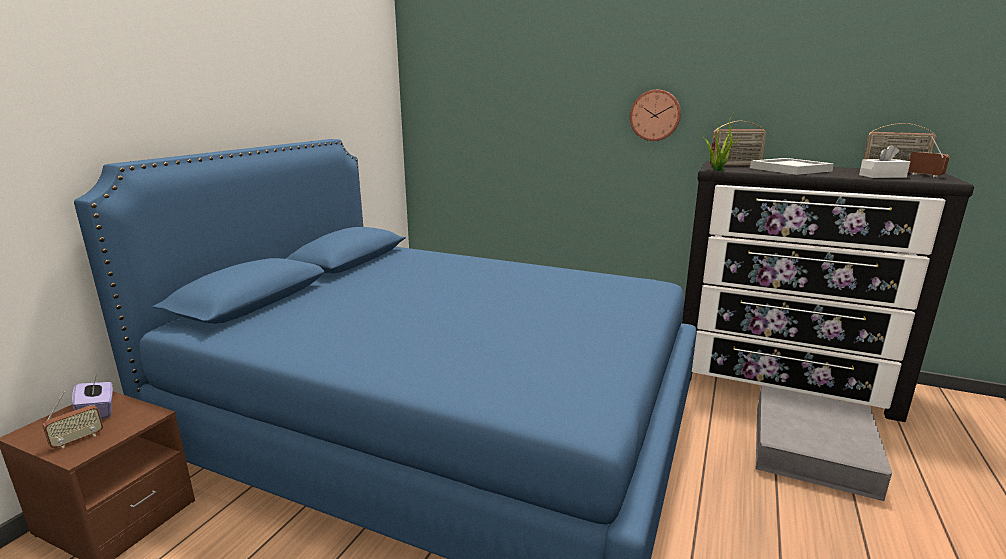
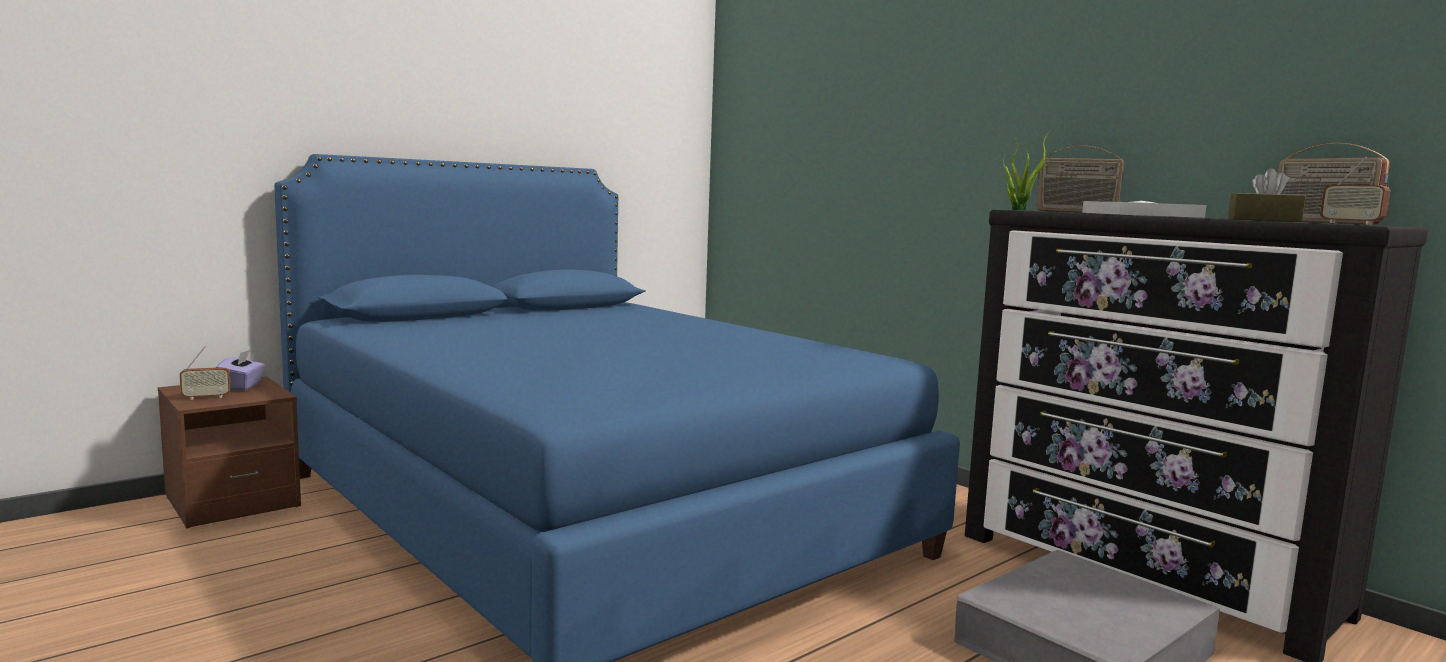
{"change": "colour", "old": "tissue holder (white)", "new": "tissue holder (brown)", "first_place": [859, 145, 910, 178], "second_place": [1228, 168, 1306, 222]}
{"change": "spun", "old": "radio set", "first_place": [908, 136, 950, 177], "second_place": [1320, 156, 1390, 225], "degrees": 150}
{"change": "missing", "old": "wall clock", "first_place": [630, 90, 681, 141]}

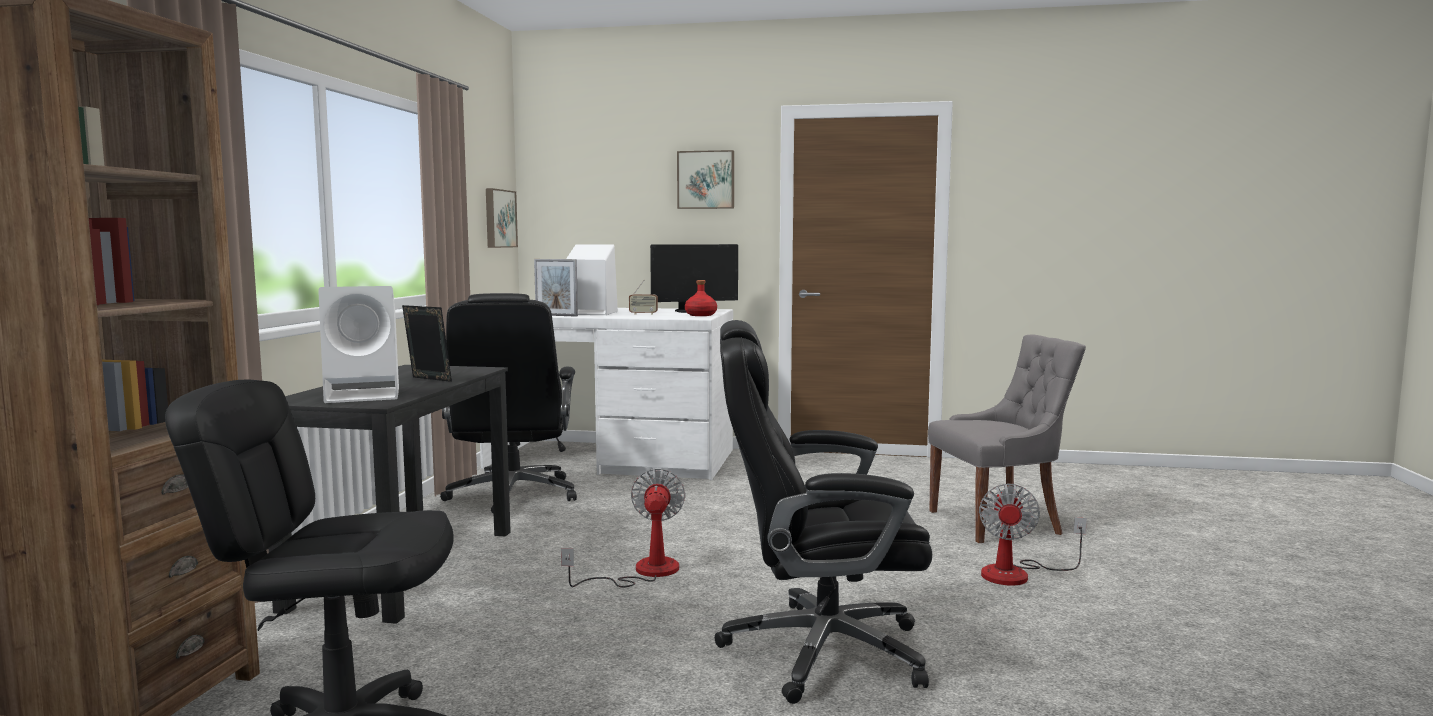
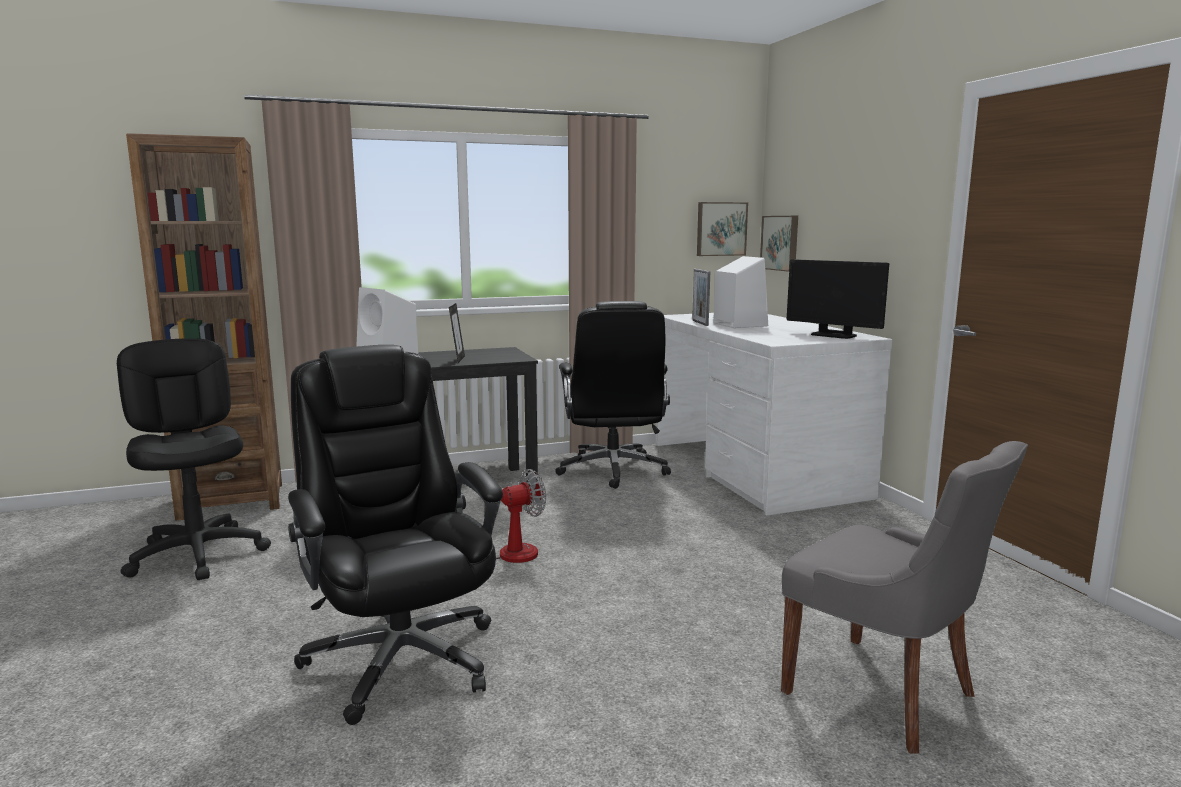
{"change": "spun", "old": "desk chair (black-coloured)", "first_place": [440, 293, 577, 514], "second_place": [555, 301, 671, 489], "degrees": -60}
{"change": "relocated", "old": "wall picture", "first_place": [677, 150, 734, 209], "second_place": [760, 216, 798, 272]}
{"change": "missing", "old": "radio set", "first_place": [629, 280, 658, 315]}
{"change": "missing", "old": "drink bottle (reddish)", "first_place": [685, 280, 717, 316]}
{"change": "missing", "old": "electric fan", "first_place": [979, 484, 1087, 586]}

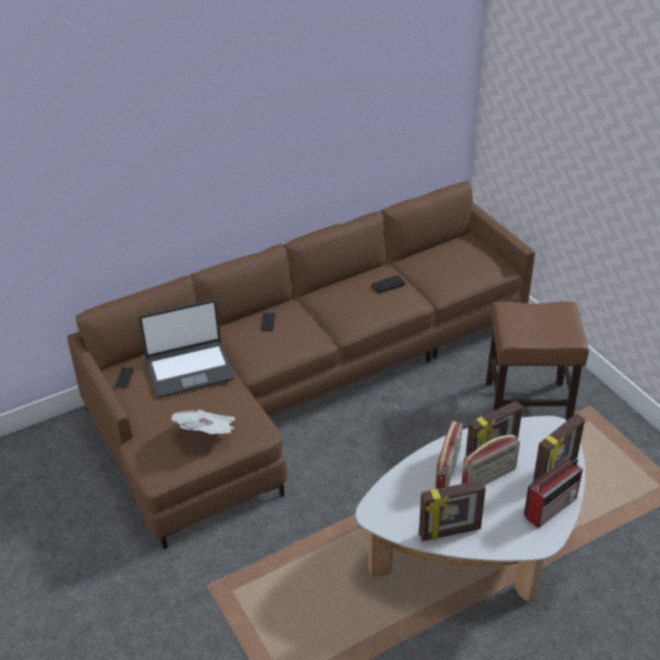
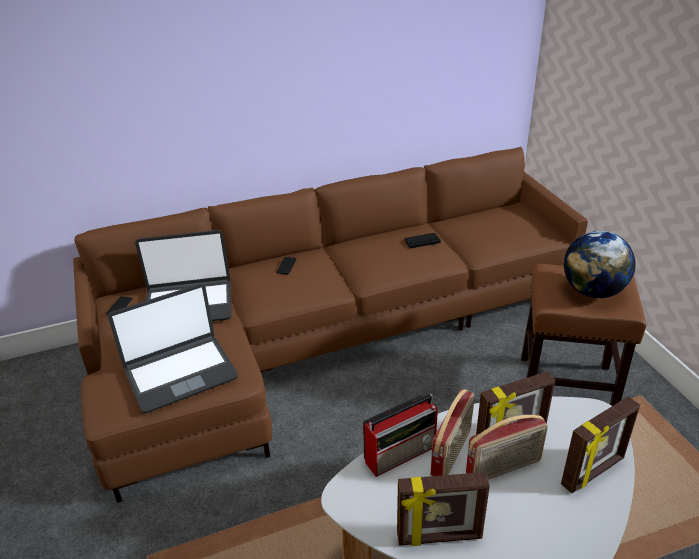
{"change": "exchanged", "old": "daily paper", "new": "laptop", "first_place": [172, 410, 235, 434], "second_place": [108, 284, 238, 413]}
{"change": "relocated", "old": "radio set", "first_place": [524, 458, 583, 529], "second_place": [363, 394, 438, 477]}
{"change": "appeared", "new": "desk globe", "second_place": [564, 231, 636, 298]}

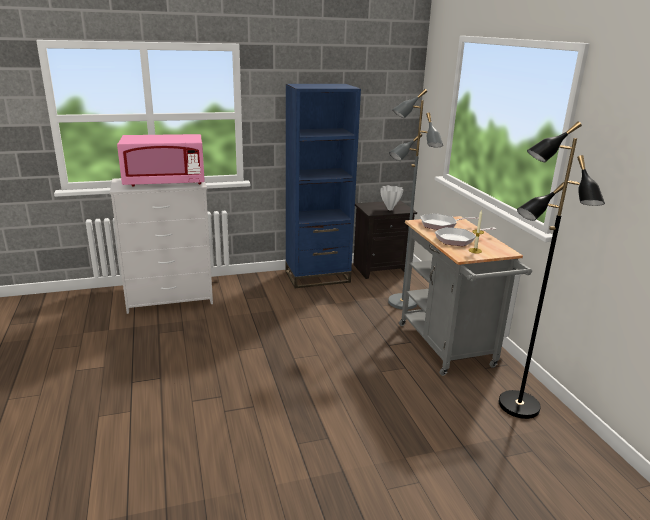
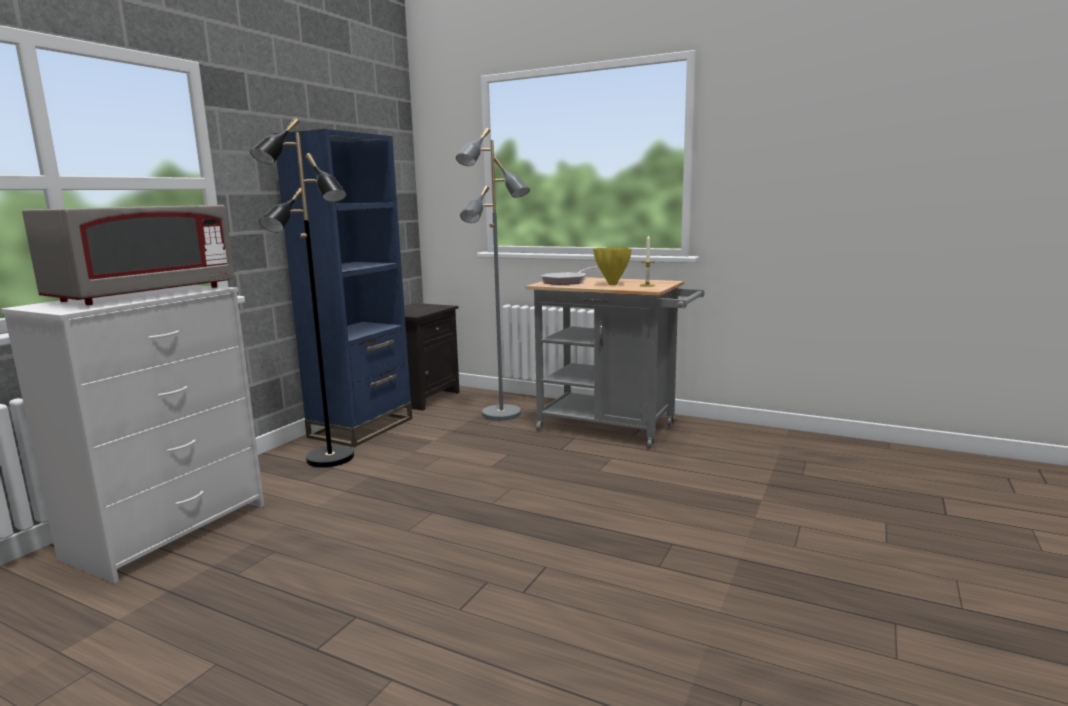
{"change": "colour", "old": "kitchen microwave (pink)", "new": "kitchen microwave (greyish)", "first_place": [117, 134, 205, 186], "second_place": [22, 205, 235, 305]}
{"change": "relocated", "old": "standing lamp (black-coloured)", "first_place": [499, 121, 605, 419], "second_place": [250, 118, 354, 468]}
{"change": "exchanged", "old": "pan", "new": "decorative vase (yellow-coloured)", "first_place": [435, 227, 496, 246], "second_place": [593, 247, 632, 285]}
{"change": "missing", "old": "decorative vase (white)", "first_place": [380, 185, 404, 210]}

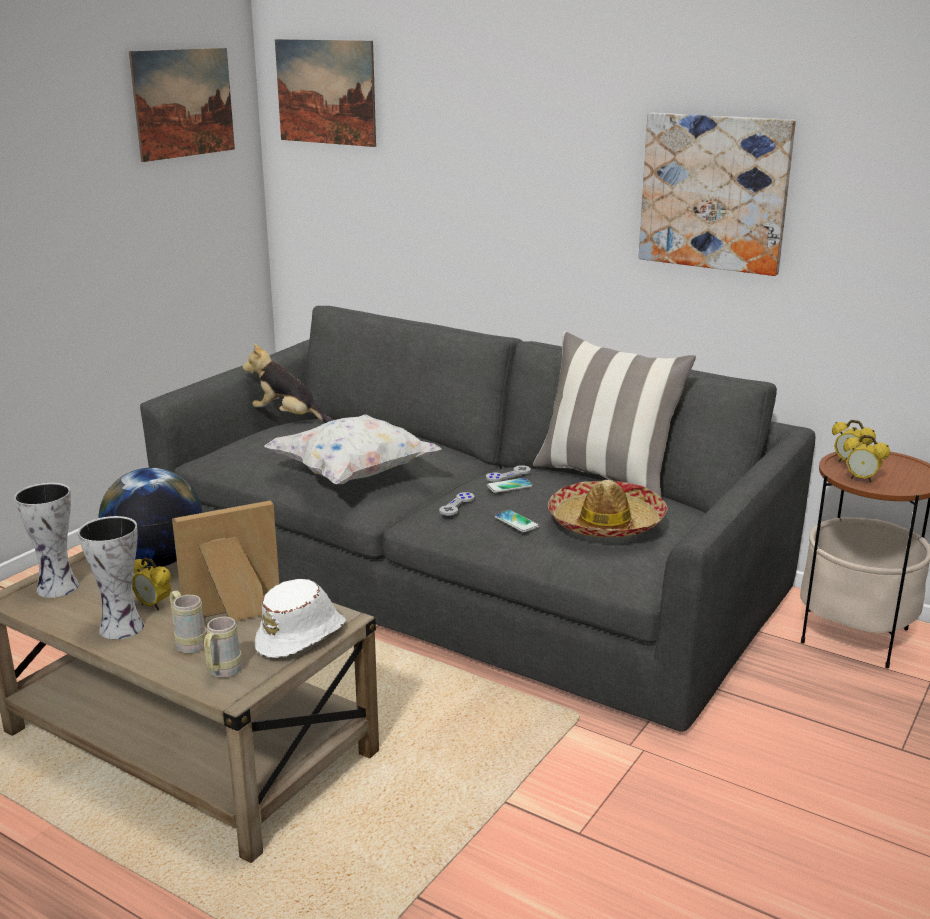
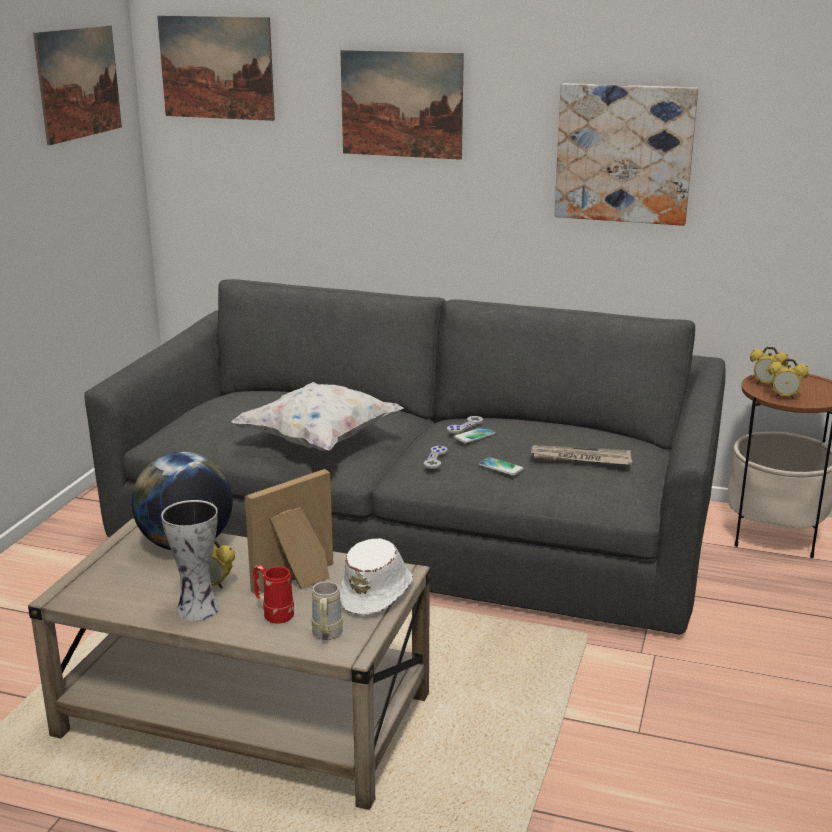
{"change": "colour", "old": "coffee mug (beige)", "new": "coffee mug (reddish)", "first_place": [170, 591, 207, 654], "second_place": [253, 565, 294, 624]}
{"change": "appeared", "new": "wall picture", "second_place": [340, 50, 464, 160]}
{"change": "exchanged", "old": "clothing hat", "new": "daily paper", "first_place": [548, 480, 668, 538], "second_place": [531, 445, 632, 465]}
{"change": "missing", "old": "decorative vase", "first_place": [14, 483, 79, 598]}
{"change": "missing", "old": "plush toy", "first_place": [242, 344, 333, 423]}
{"change": "missing", "old": "cushion", "first_place": [533, 331, 696, 498]}

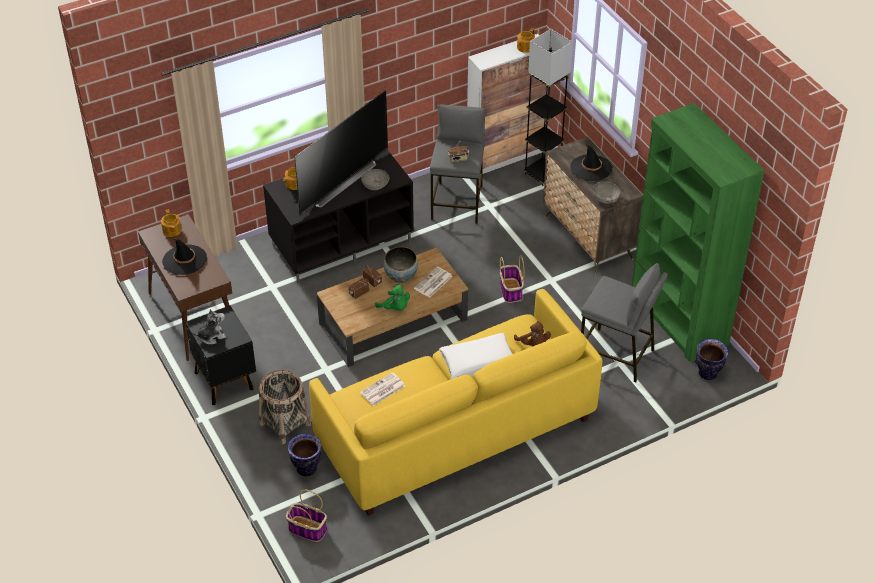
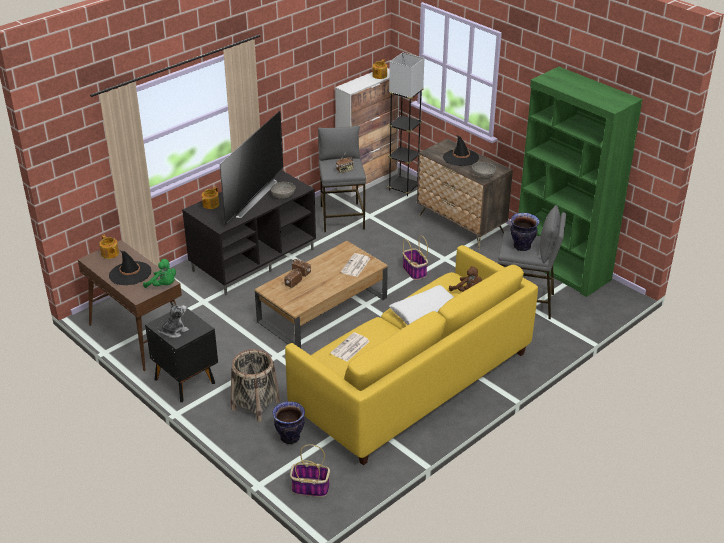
{"change": "relocated", "old": "plush toy (green)", "first_place": [375, 284, 410, 311], "second_place": [143, 259, 176, 288]}
{"change": "relocated", "old": "decorative vase", "first_place": [695, 339, 728, 380], "second_place": [510, 213, 540, 251]}
{"change": "missing", "old": "bowl", "first_place": [384, 247, 418, 283]}

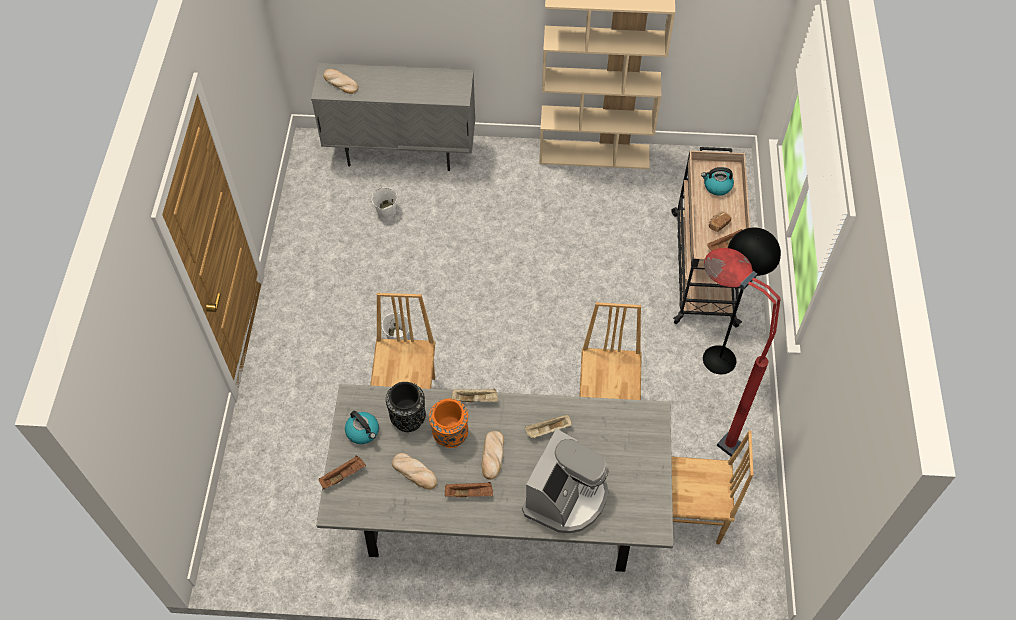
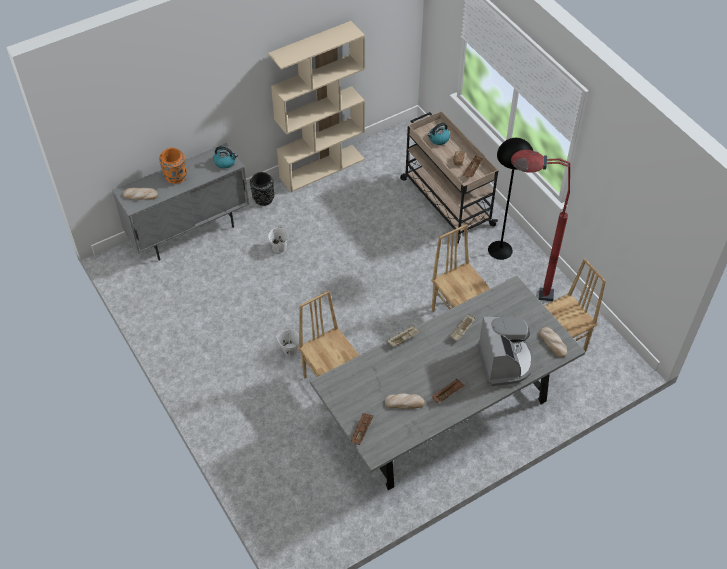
{"change": "relocated", "old": "decorative vase (orange-coloured)", "first_place": [429, 398, 468, 448], "second_place": [159, 147, 187, 184]}
{"change": "relocated", "old": "tea kettle", "first_place": [345, 411, 379, 444], "second_place": [213, 146, 238, 169]}
{"change": "relocated", "old": "decorative vase (black-coloured)", "first_place": [386, 382, 426, 432], "second_place": [250, 172, 274, 206]}
{"change": "relocated", "old": "water bucket (white)", "first_place": [371, 187, 398, 219], "second_place": [268, 227, 289, 253]}
{"change": "relocated", "old": "bakery bread", "first_place": [481, 431, 504, 480], "second_place": [539, 327, 567, 357]}

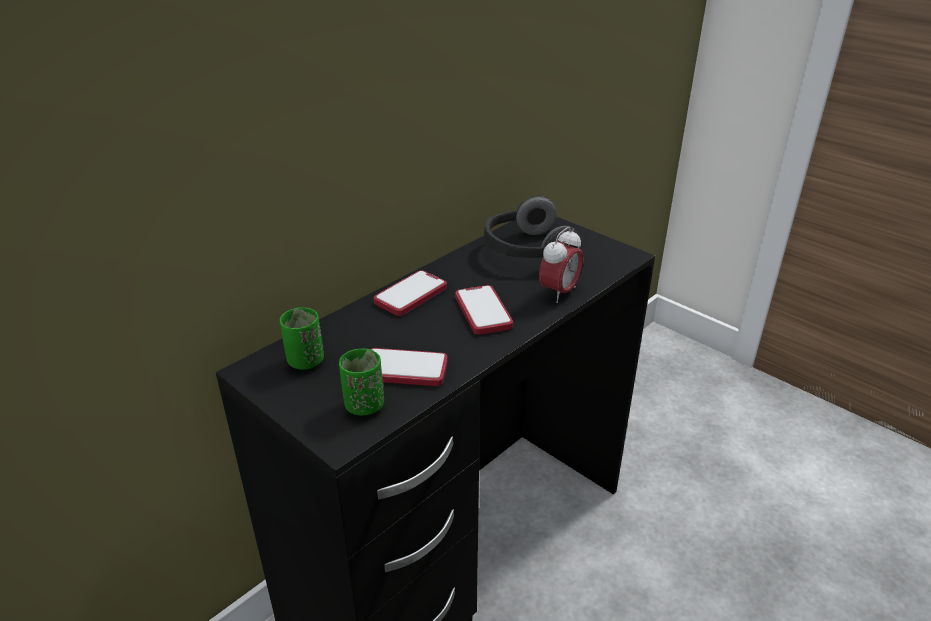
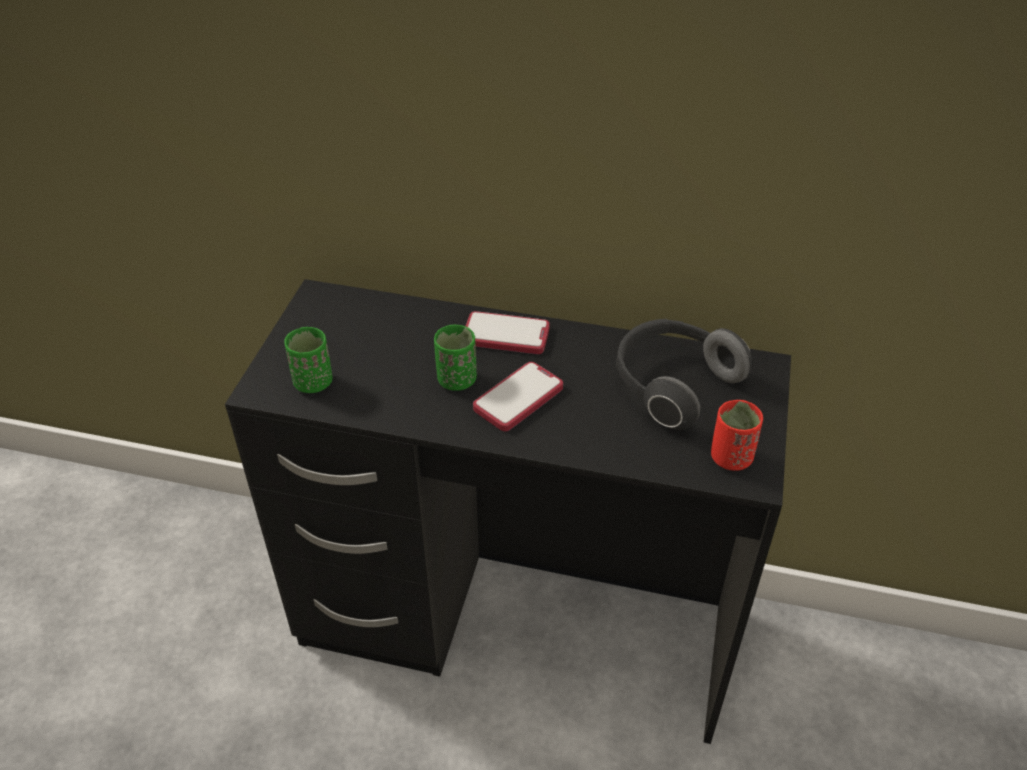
{"change": "relocated", "old": "small cup (green)", "first_place": [279, 307, 324, 370], "second_place": [434, 324, 477, 391]}
{"change": "appeared", "new": "small cup (reddish)", "second_place": [711, 400, 763, 471]}
{"change": "missing", "old": "handset", "first_place": [371, 348, 448, 386]}
{"change": "missing", "old": "alarm clock", "first_place": [539, 227, 583, 303]}

